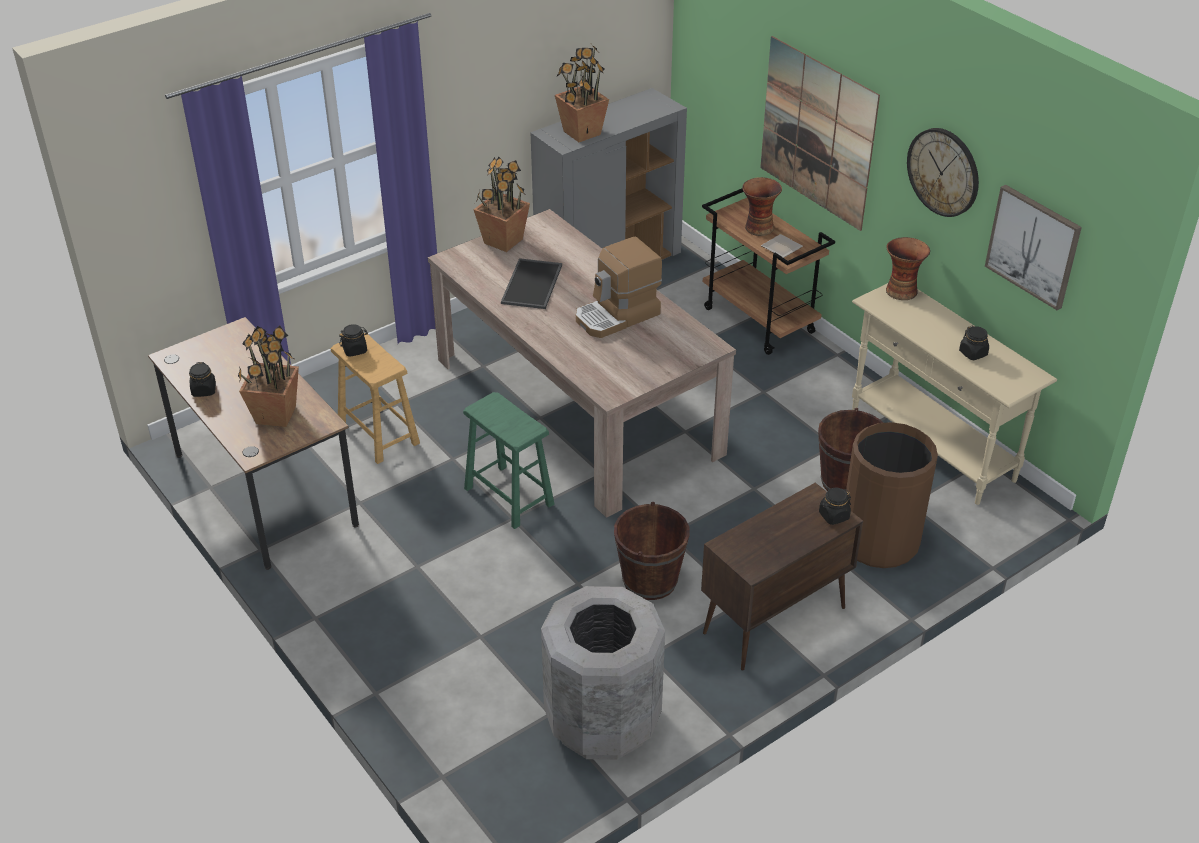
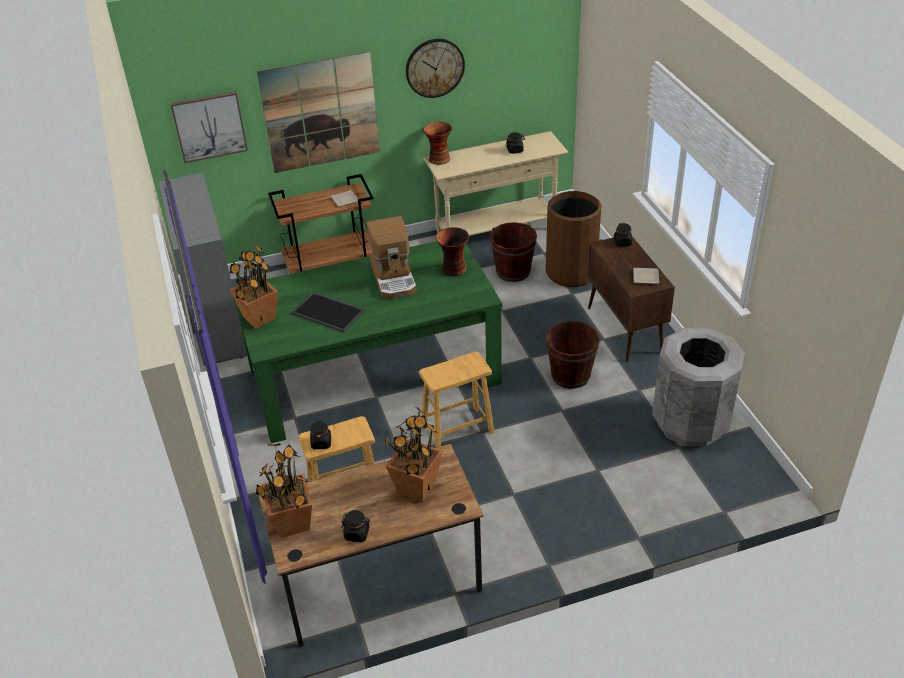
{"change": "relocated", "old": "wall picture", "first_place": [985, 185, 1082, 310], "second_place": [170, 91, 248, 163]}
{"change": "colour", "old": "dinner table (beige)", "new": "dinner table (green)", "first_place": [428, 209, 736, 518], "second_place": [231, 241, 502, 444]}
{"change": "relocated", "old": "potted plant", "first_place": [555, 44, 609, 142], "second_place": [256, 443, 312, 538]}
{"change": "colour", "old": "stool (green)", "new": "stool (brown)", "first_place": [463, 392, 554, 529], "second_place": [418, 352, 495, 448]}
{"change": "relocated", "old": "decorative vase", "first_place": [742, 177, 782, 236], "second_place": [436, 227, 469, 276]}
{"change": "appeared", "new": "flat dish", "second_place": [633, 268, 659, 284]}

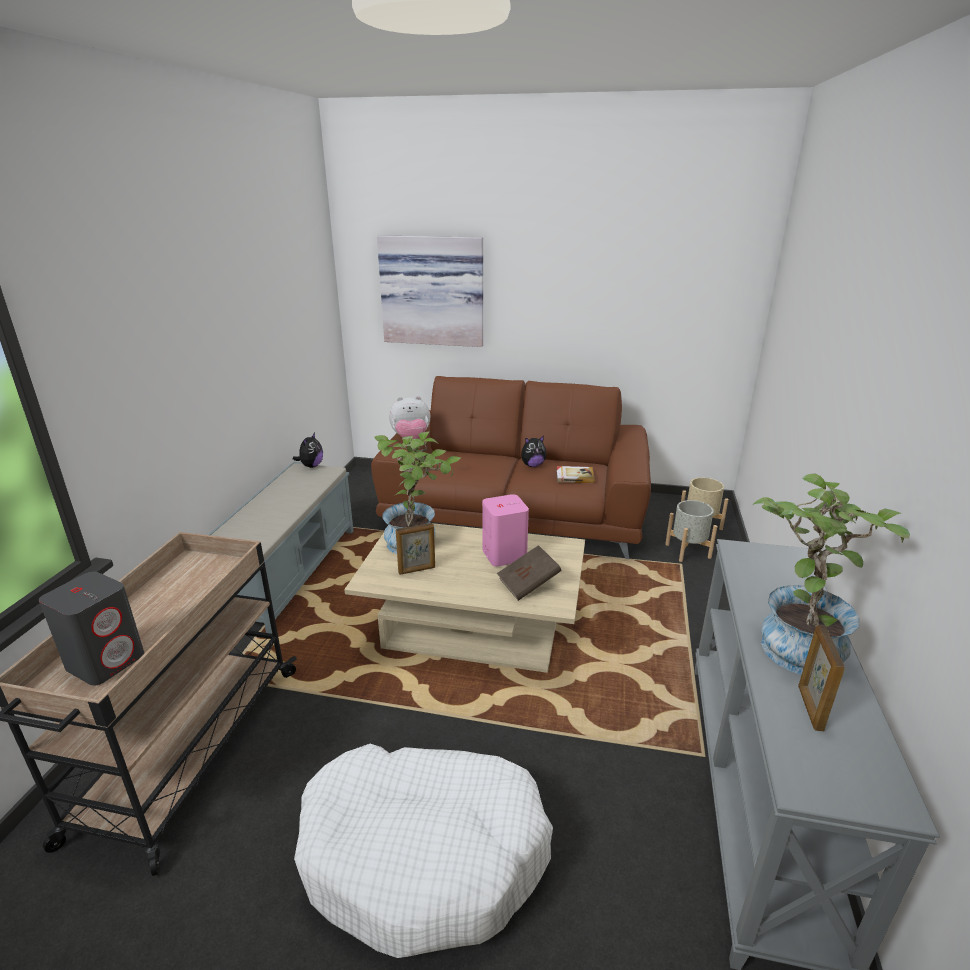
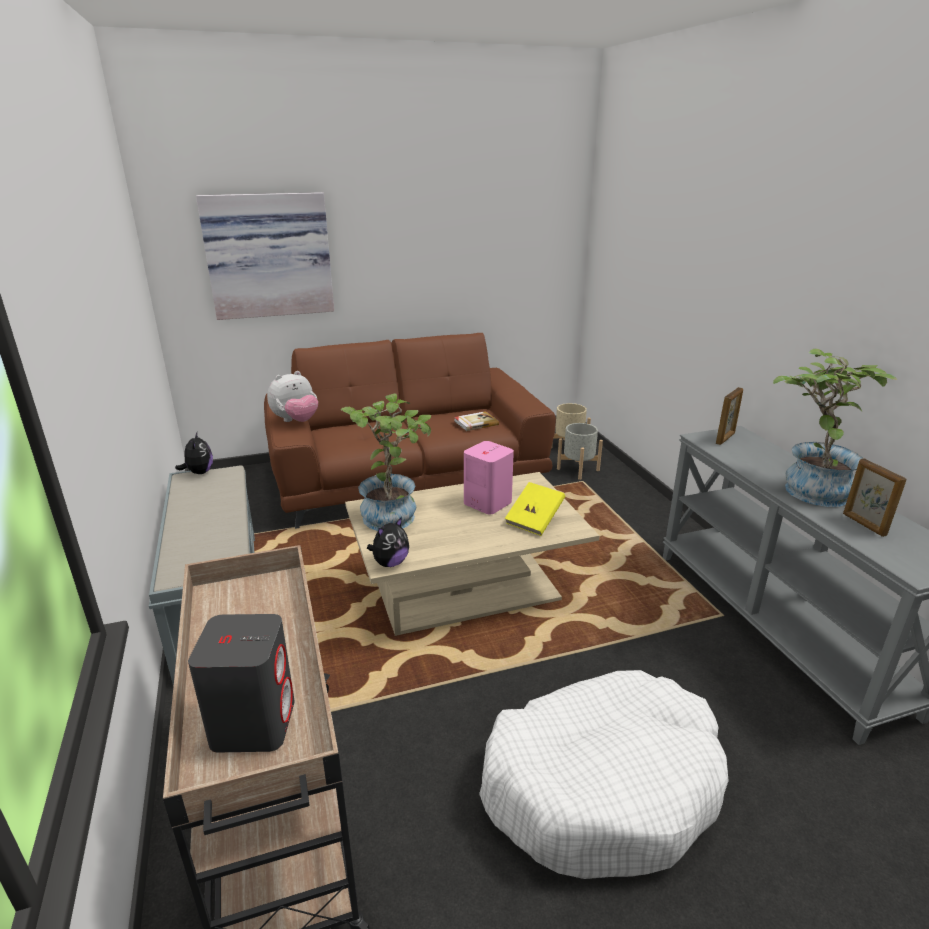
{"change": "relocated", "old": "plush toy", "first_place": [521, 436, 546, 467], "second_place": [367, 517, 409, 567]}
{"change": "colour", "old": "bound book (brown)", "new": "bound book (yellow-coloured)", "first_place": [497, 545, 562, 601], "second_place": [505, 482, 565, 536]}
{"change": "relocated", "old": "standing frame", "first_place": [396, 523, 435, 575], "second_place": [716, 387, 743, 445]}

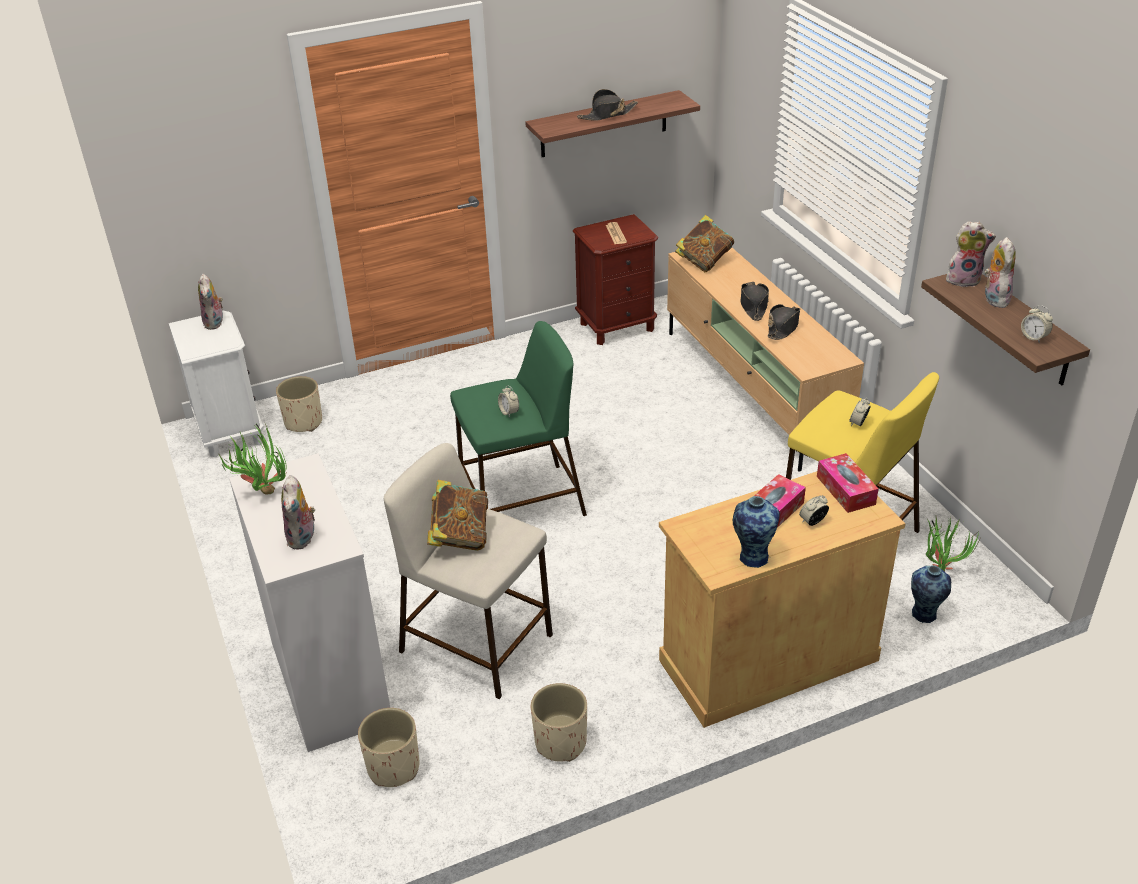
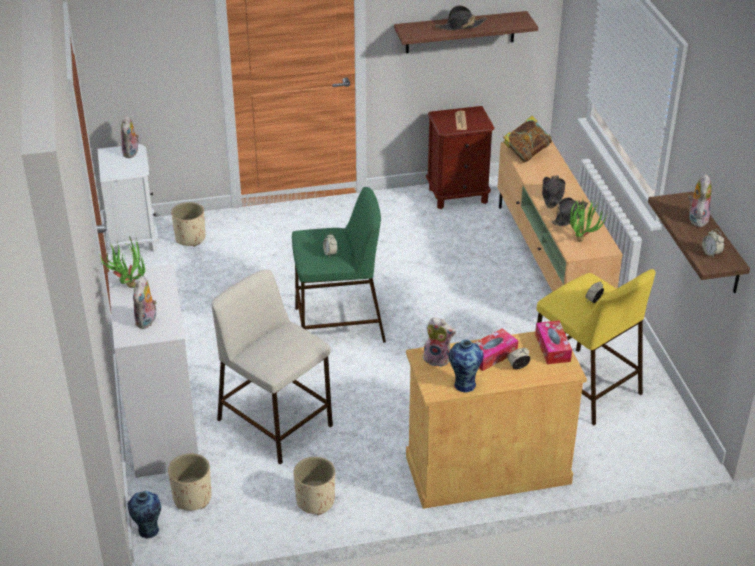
{"change": "relocated", "old": "decorative vase", "first_place": [911, 565, 951, 623], "second_place": [128, 491, 161, 538]}
{"change": "relocated", "old": "plush toy", "first_place": [946, 221, 996, 287], "second_place": [423, 317, 456, 367]}
{"change": "relocated", "old": "potted plant", "first_place": [926, 517, 979, 572], "second_place": [570, 197, 608, 242]}
{"change": "missing", "old": "bound book", "first_place": [427, 480, 488, 550]}

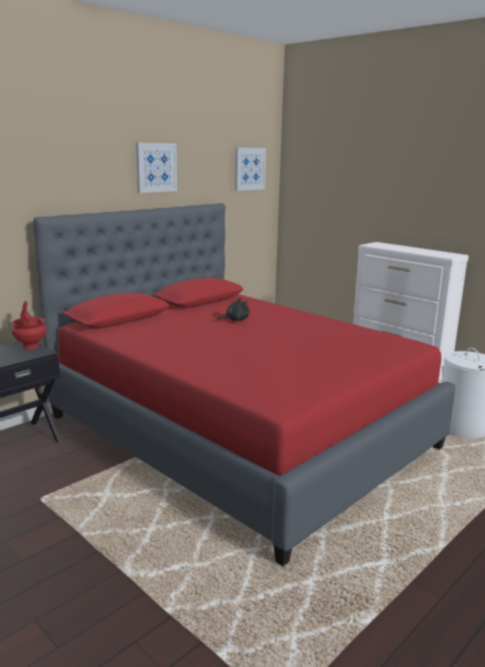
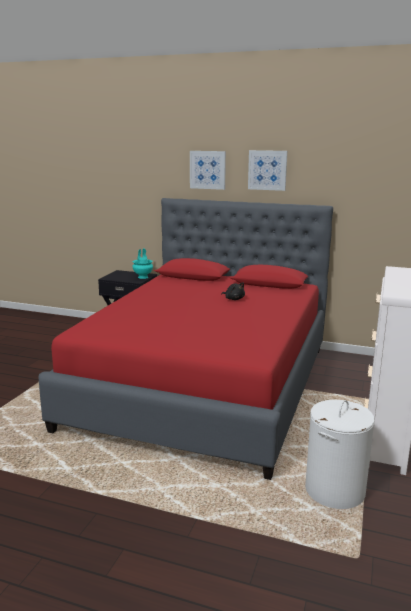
{"change": "colour", "old": "decorative vase (reddish)", "new": "decorative vase (turquoise-coloured)", "first_place": [11, 301, 47, 350], "second_place": [132, 248, 153, 279]}
{"change": "relocated", "old": "wall picture", "first_place": [235, 148, 266, 191], "second_place": [190, 151, 226, 190]}

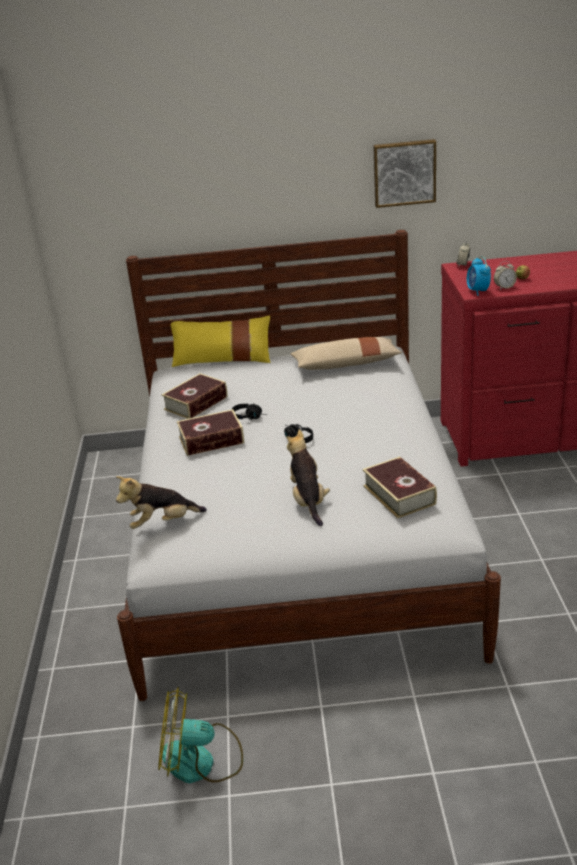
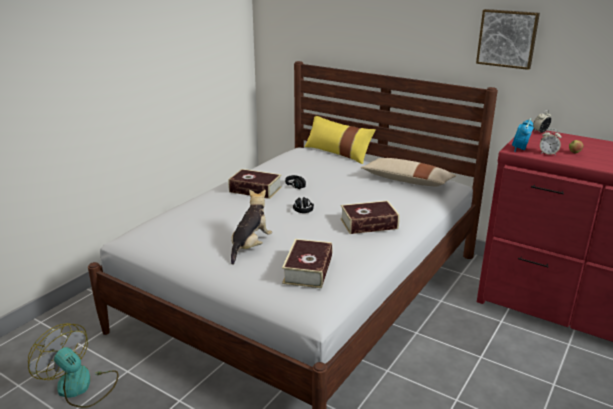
{"change": "relocated", "old": "bound book", "first_place": [162, 373, 228, 419], "second_place": [340, 200, 400, 234]}
{"change": "missing", "old": "plush toy", "first_place": [116, 476, 207, 529]}

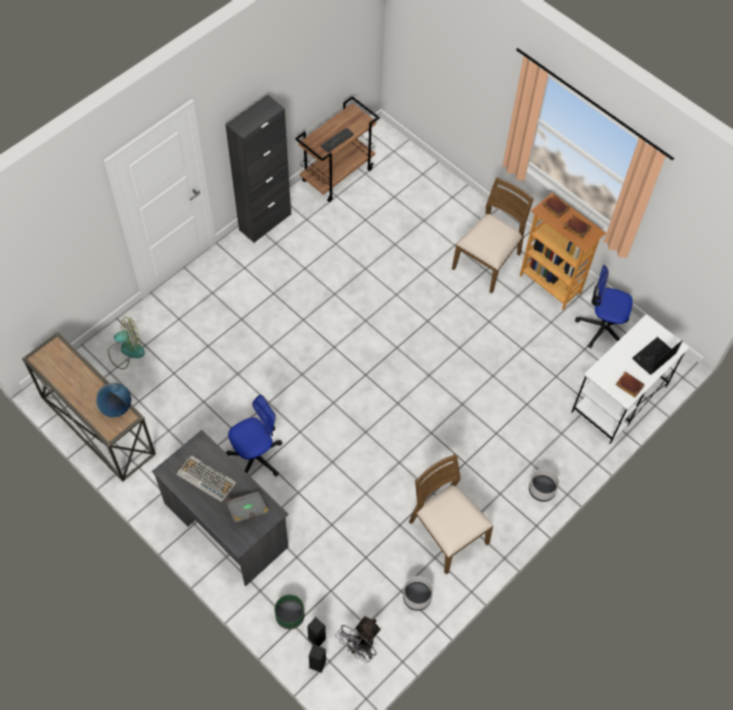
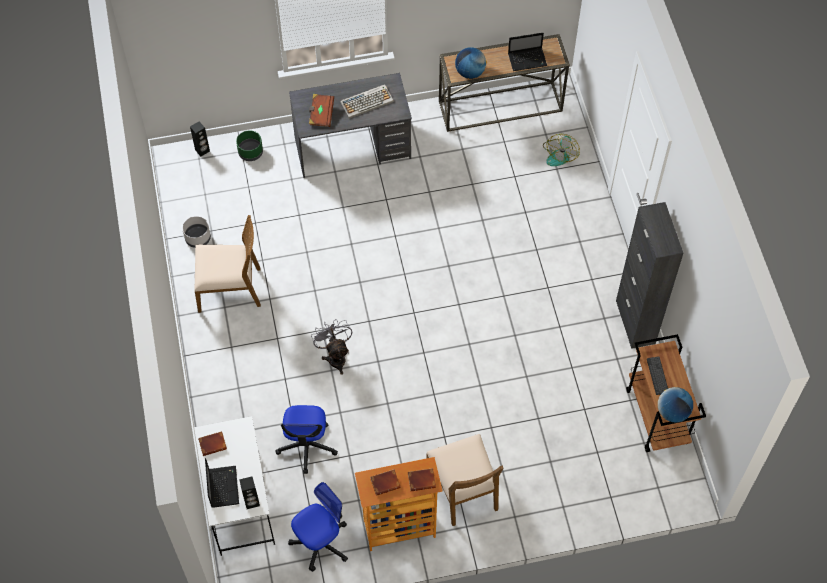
{"change": "relocated", "old": "loudspeaker (black-coloured)", "first_place": [307, 617, 326, 646], "second_place": [239, 476, 260, 509]}
{"change": "relocated", "old": "desk chair", "first_place": [226, 395, 283, 477], "second_place": [275, 405, 338, 474]}
{"change": "colour", "old": "bound book (greyish)", "new": "bound book (brown)", "first_place": [226, 491, 269, 523], "second_place": [309, 94, 334, 127]}
{"change": "relocated", "old": "electric fan (greyish)", "first_place": [335, 616, 381, 663], "second_place": [311, 319, 352, 375]}
{"change": "appeared", "new": "laptop", "second_place": [508, 33, 547, 71]}
{"change": "appeared", "new": "desk globe", "second_place": [658, 387, 693, 423]}
{"change": "missing", "old": "planter (greyish)", "first_place": [529, 469, 559, 502]}

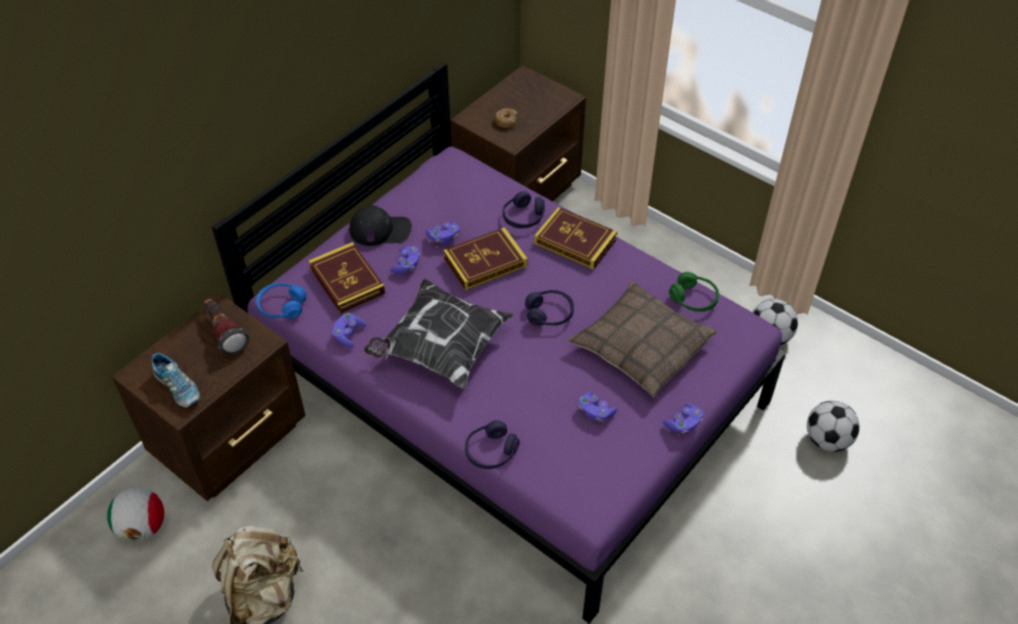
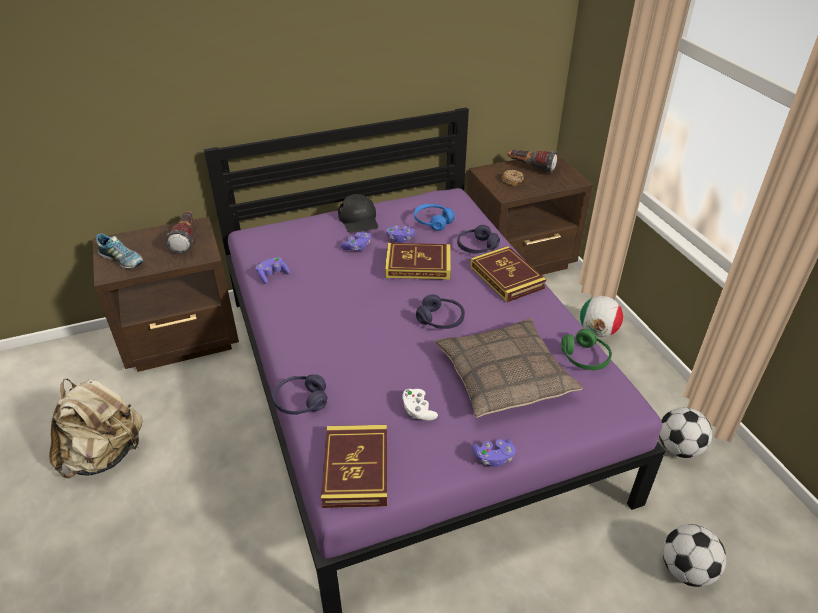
{"change": "spun", "old": "shoe", "first_place": [151, 353, 200, 407], "second_place": [96, 233, 143, 268], "degrees": -45}
{"change": "relocated", "old": "bound book", "first_place": [308, 242, 385, 314], "second_place": [321, 425, 387, 508]}
{"change": "spun", "old": "baseball cap (black-coloured)", "first_place": [349, 205, 412, 246], "second_place": [338, 194, 378, 233], "degrees": 45}
{"change": "colour", "old": "joypad (purple-coloured)", "new": "joypad (white)", "first_place": [579, 392, 617, 421], "second_place": [402, 389, 438, 421]}
{"change": "relocated", "old": "pair of headphones (blue)", "first_place": [256, 283, 306, 318], "second_place": [414, 204, 455, 231]}
{"change": "appeared", "new": "flashlight", "second_place": [508, 150, 557, 173]}
{"change": "relocated", "old": "football ball", "first_place": [107, 487, 164, 542], "second_place": [580, 296, 623, 337]}
{"change": "missing", "old": "cushion", "first_place": [364, 279, 514, 389]}

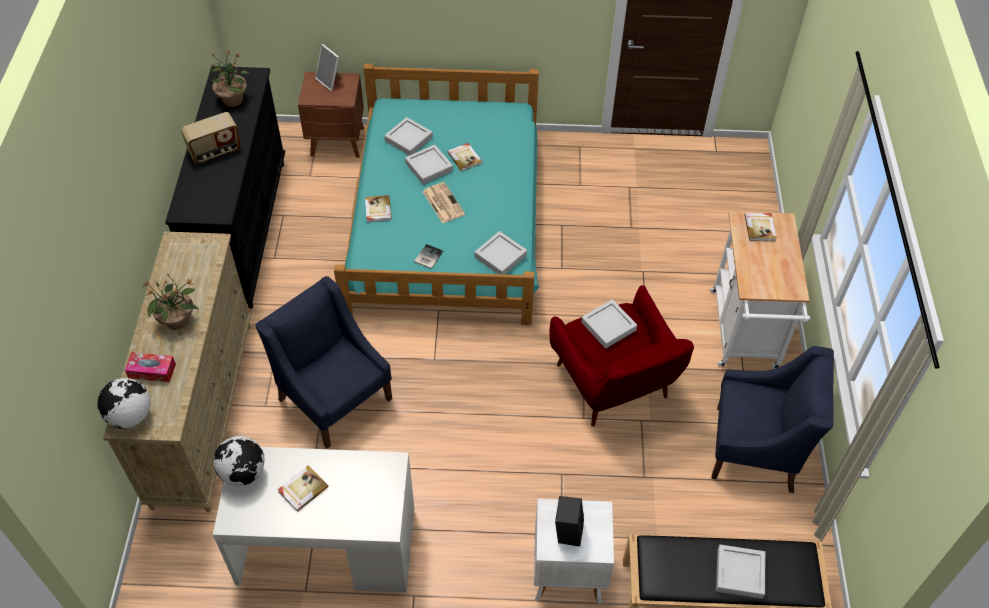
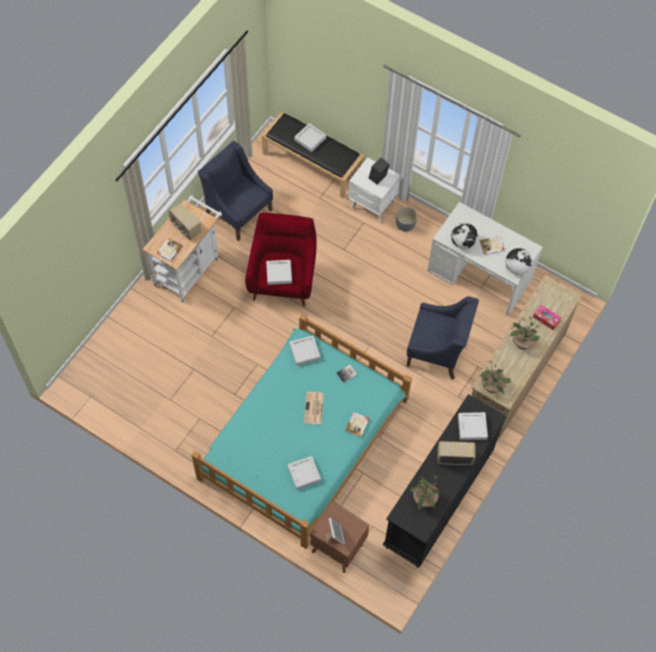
{"change": "appeared", "new": "radio set", "second_place": [169, 203, 201, 240]}
{"change": "appeared", "new": "planter (greyish)", "second_place": [396, 207, 417, 232]}
{"change": "spun", "old": "lounge chair (blue)", "first_place": [255, 276, 392, 449], "second_place": [407, 296, 479, 379], "degrees": -60}
{"change": "relocated", "old": "desk globe", "first_place": [97, 378, 150, 429], "second_place": [451, 222, 478, 249]}
{"change": "relocated", "old": "serving tray (greyish)", "first_place": [405, 145, 453, 184], "second_place": [458, 412, 488, 440]}
{"change": "appeared", "new": "potted plant", "second_place": [480, 361, 511, 394]}
{"change": "missing", "old": "bound book", "first_place": [447, 143, 482, 172]}

